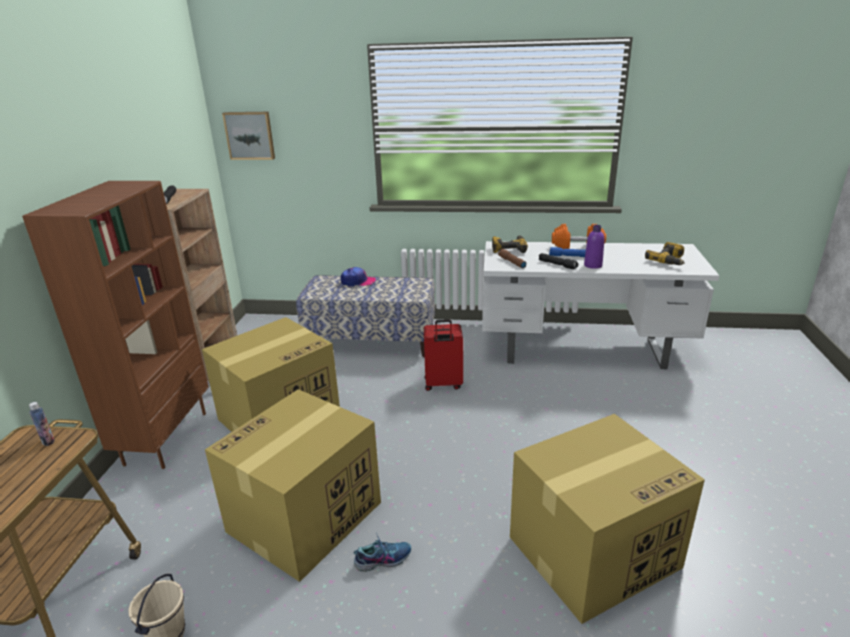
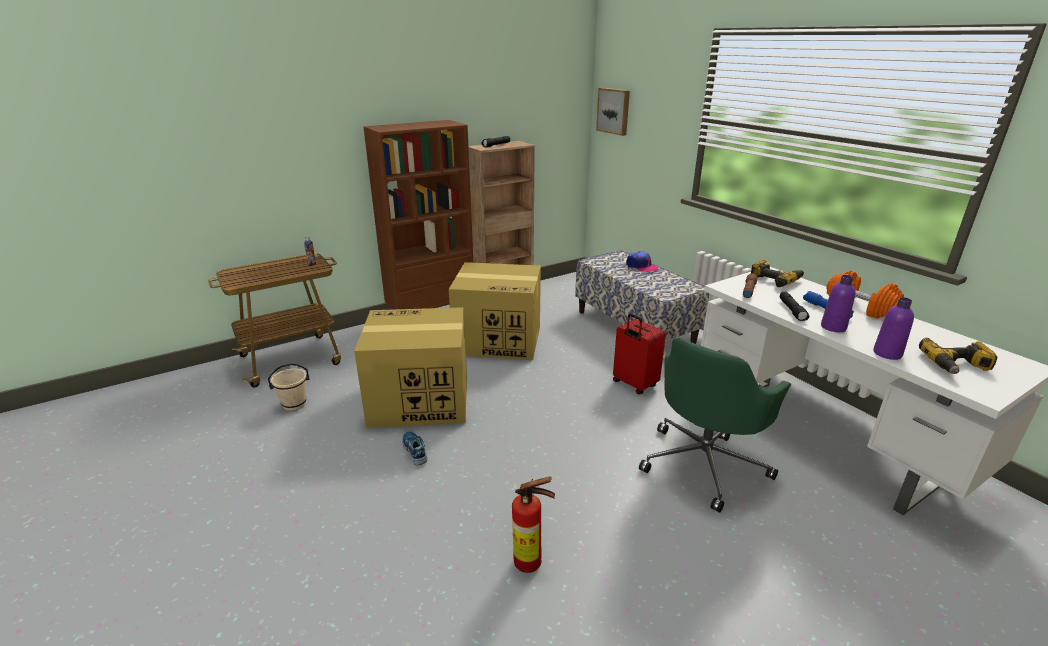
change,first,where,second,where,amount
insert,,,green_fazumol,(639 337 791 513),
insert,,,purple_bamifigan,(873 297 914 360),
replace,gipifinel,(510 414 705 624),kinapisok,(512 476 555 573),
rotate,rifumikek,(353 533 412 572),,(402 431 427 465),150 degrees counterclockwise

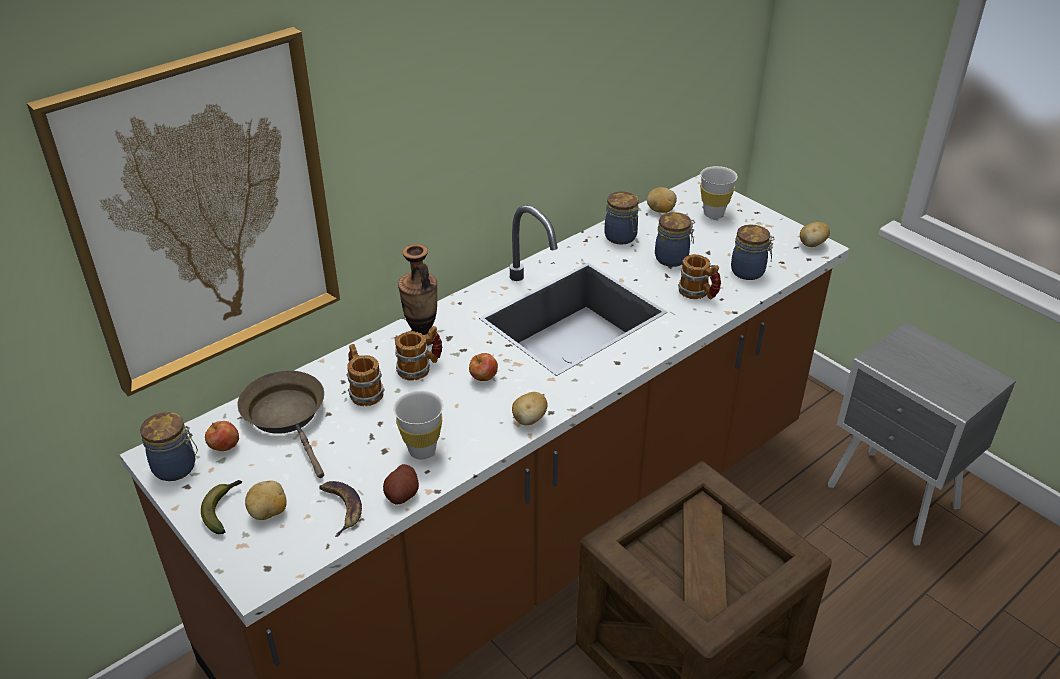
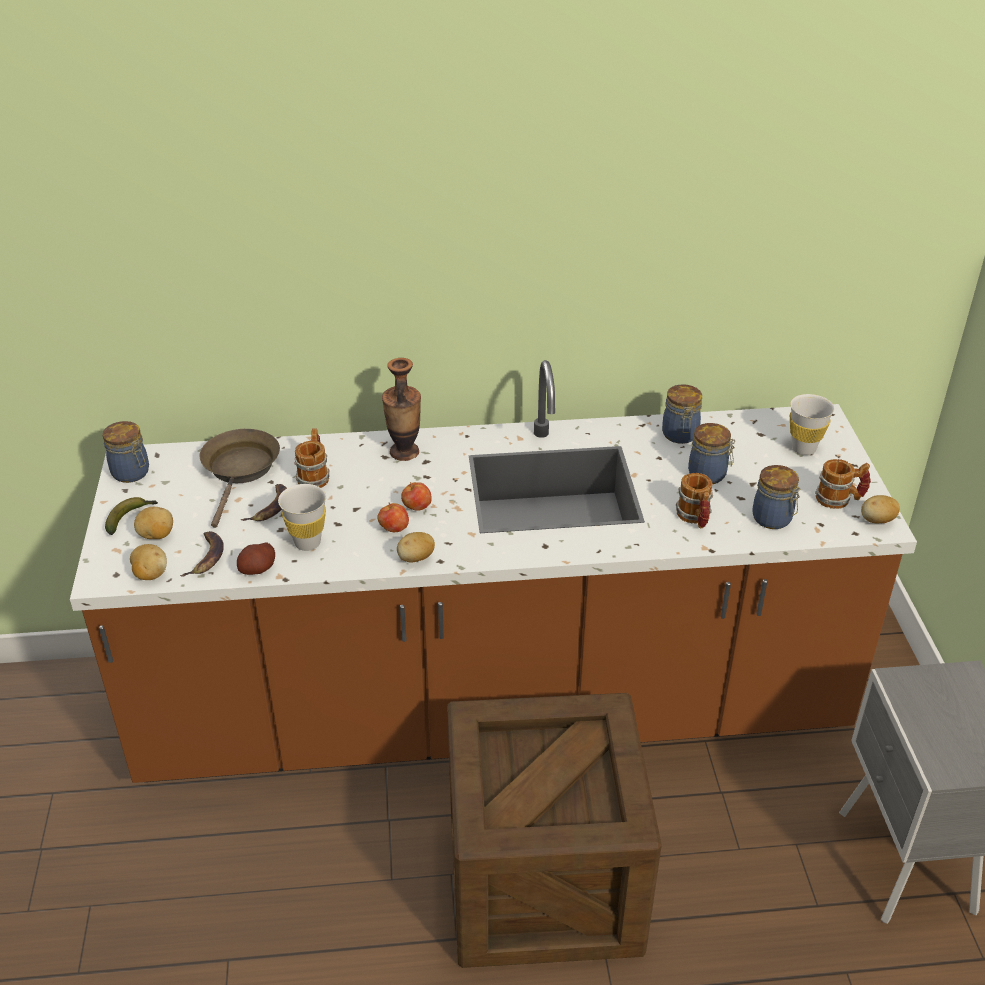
change,first,where,second,where,amount
delete,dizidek,(27 27 340 396),,,
insert,,,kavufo,(240 484 287 521),
move,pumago,(205 421 239 451),,(377 502 409 532),
move,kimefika,(395 326 442 381),,(815 459 871 509),
move,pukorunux,(647 187 677 213),,(130 544 167 580),

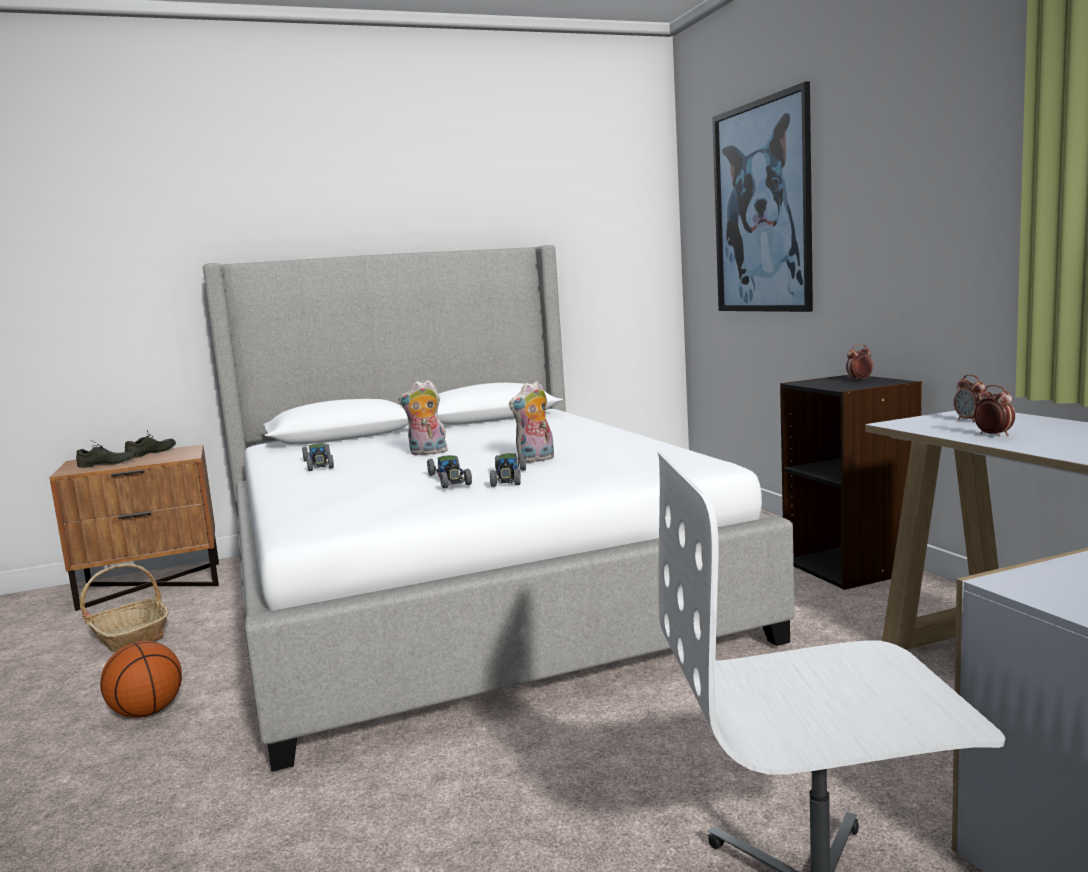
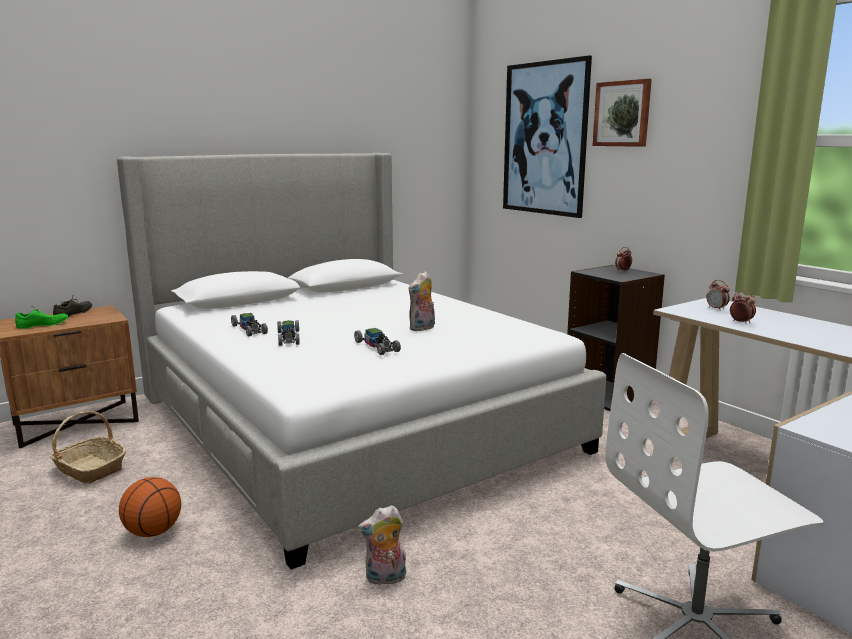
change,first,where,second,where,amount
insert,,,dizidek,(592 79 652 147),
move,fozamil,(398 380 448 455),,(358 505 406 585),
move,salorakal,(490 453 526 487),,(277 320 300 346),
recolor,grey_rifumikek,(76 440 136 468),green_rifumikek,(15 306 68 329),

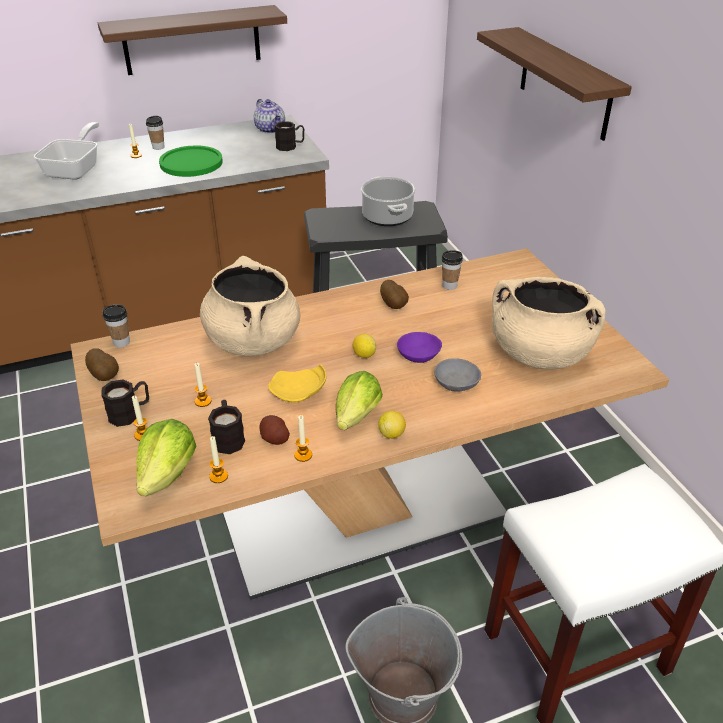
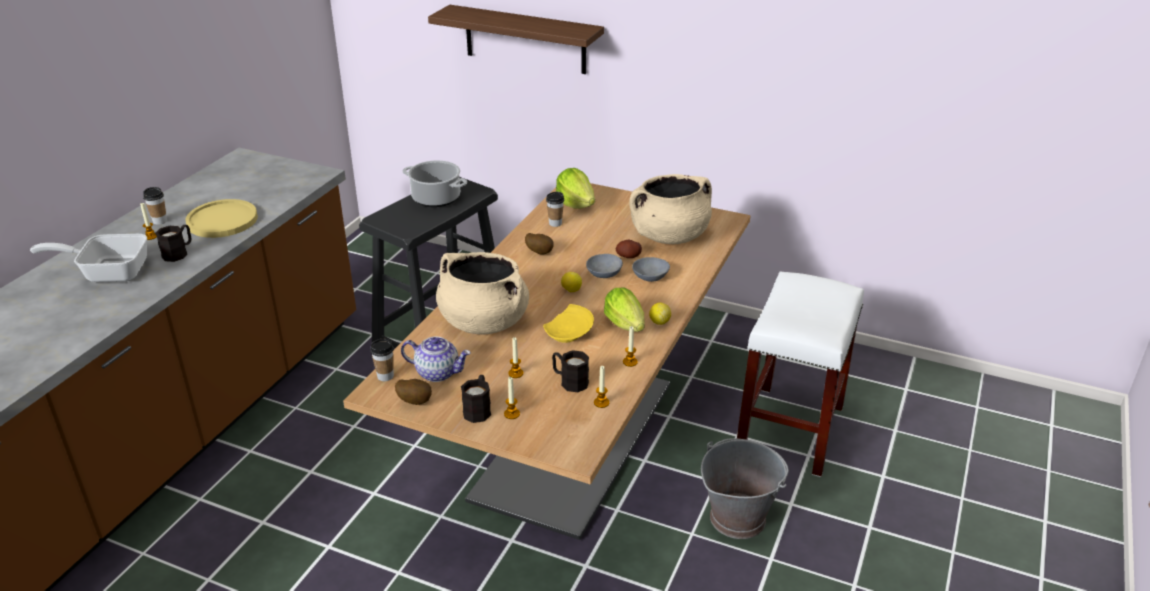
change,first,where,second,where,amount
delete,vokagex,(98 5 287 75),,,
move,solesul,(136 419 196 496),,(556 168 595 209),
move,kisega,(254 99 285 133),,(401 336 471 382),
move,pukorunux,(260 415 290 445),,(616 240 642 258),
move,black_kimefika,(274 121 304 151),,(155 225 191 262),
recolor,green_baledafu,(159 146 223 177),yellow_baledafu,(185 199 258 238),
recolor,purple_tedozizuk,(397 332 442 363),grey_tedozizuk,(586 254 623 278),
rotate,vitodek,(34 122 99 180),,(30 234 147 282),60 degrees counterclockwise

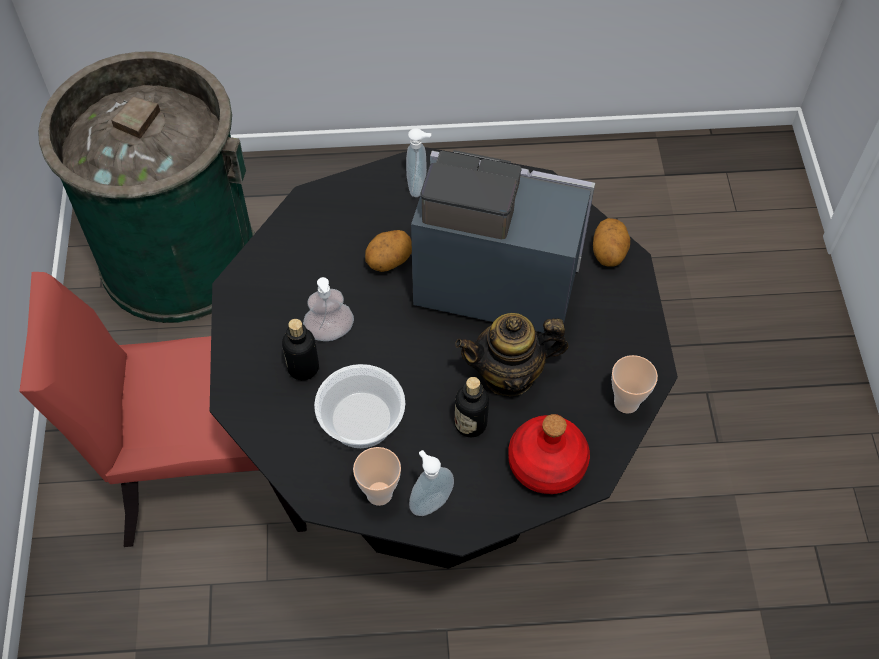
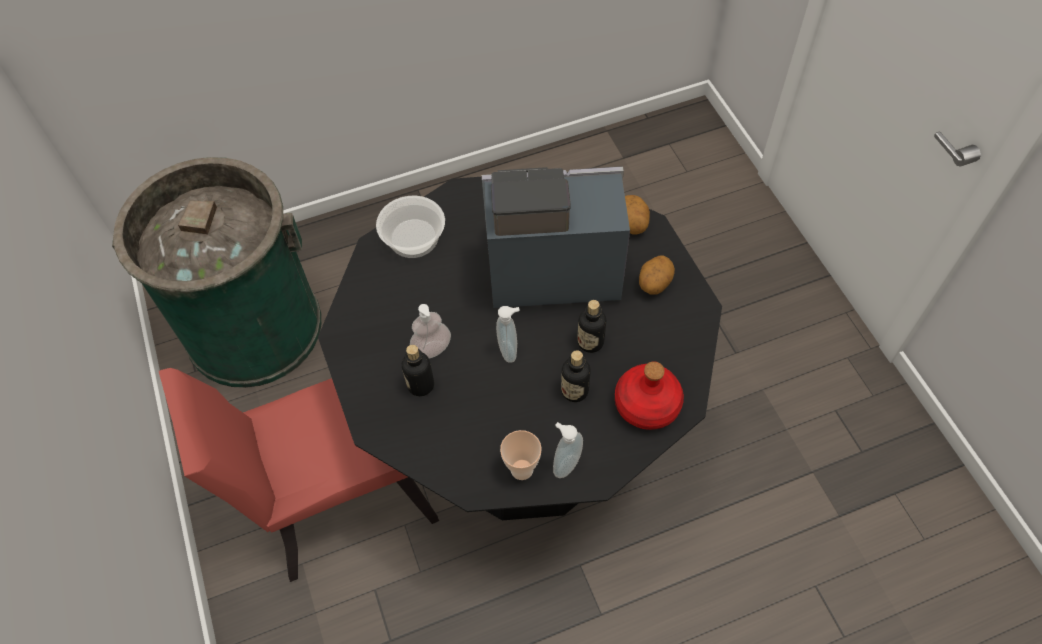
change,first,where,second,where,amount
delete,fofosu,(611 355 658 414),,,
move,tedozizuk,(314 364 405 448),,(376 196 445 258),
move,pukorunux,(365 230 412 272),,(639 255 675 294),
move,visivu,(406 128 431 197),,(496 306 520 363),
replace,kisega,(455 313 568 397),bamifigan,(577 300 606 353),

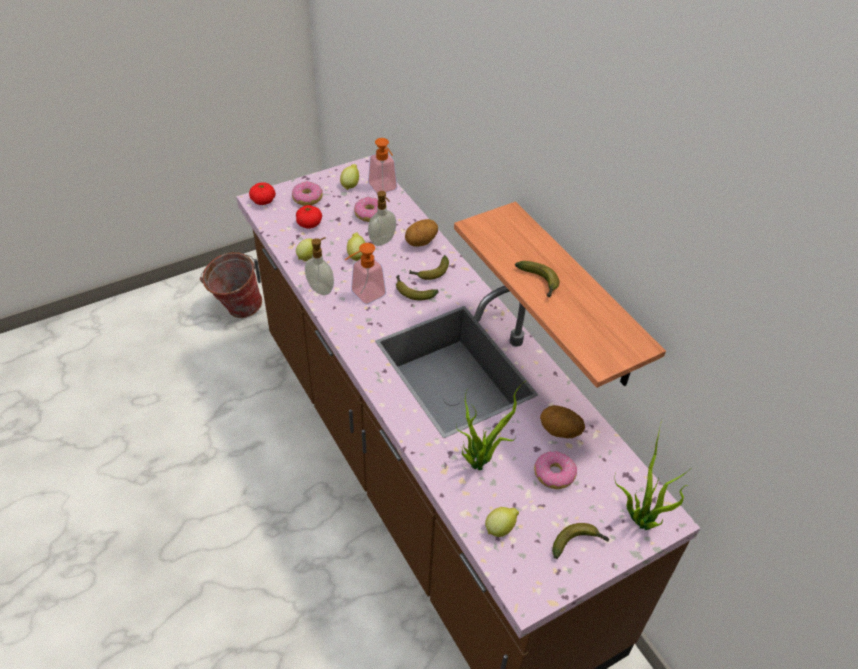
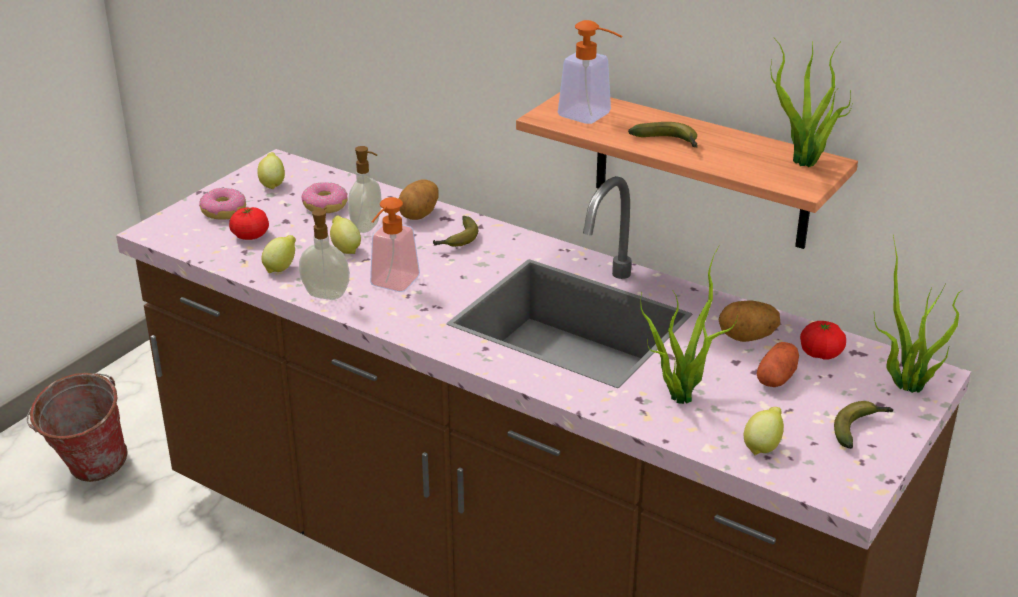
change,first,where,second,where,amount
delete,kavufo,(396 275 438 300),,,
insert,,,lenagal,(770 37 853 167),
move,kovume,(249 182 276 205),,(800 321 846 360),
move,visivu,(368 138 397 194),,(558 20 623 124),
replace,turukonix,(534 451 577 489),pukorunux,(757 342 799 387),

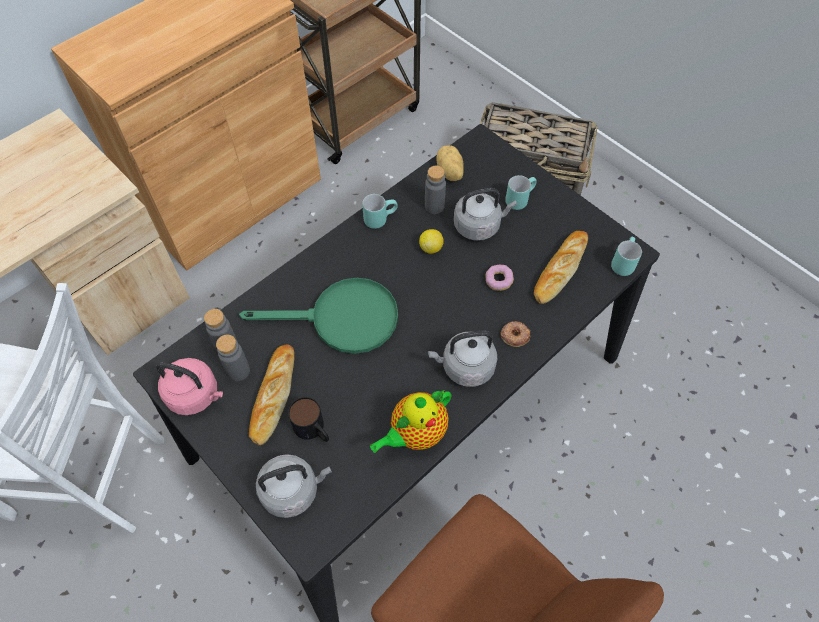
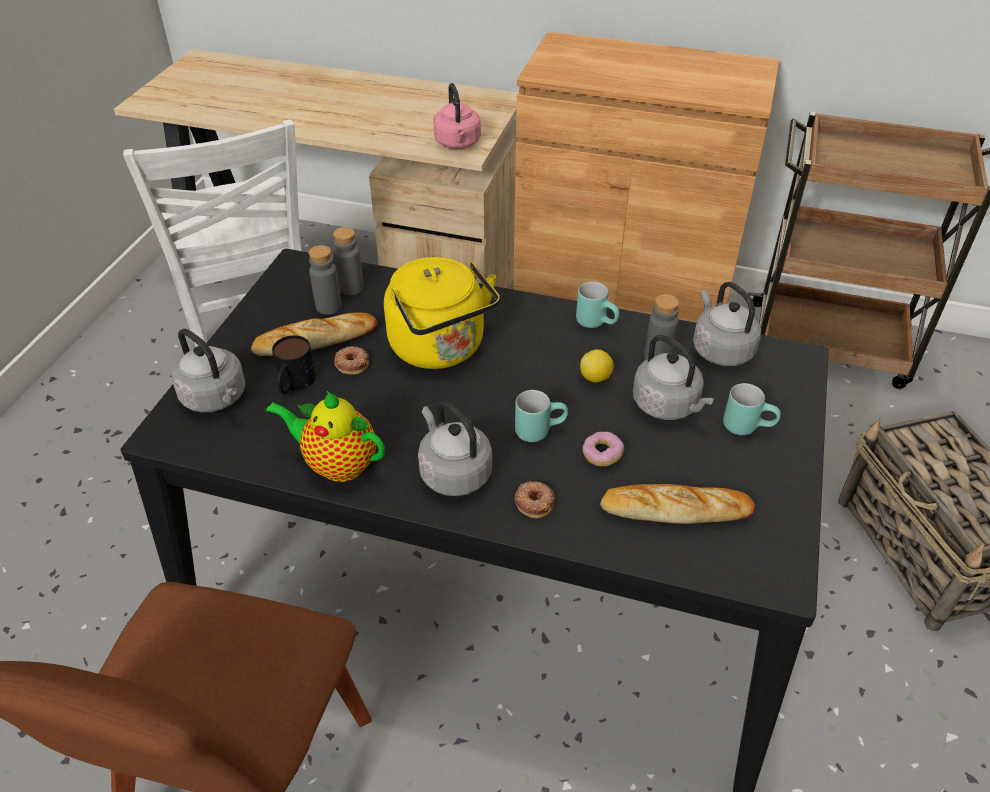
change,first,where,second,where,amount
insert,,,turukonix,(334 346 369 375),
move,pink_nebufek,(156 358 223 415),,(433 83 481 149),
move,turquoise_kimefika,(611 237 642 276),,(515 390 568 442),
replace,green_vitodek,(239 278 398 354),yellow_nebufek,(384 257 500 369),
replace,pukorunux,(437 145 464 181),grey_nebufek,(693 282 761 366),

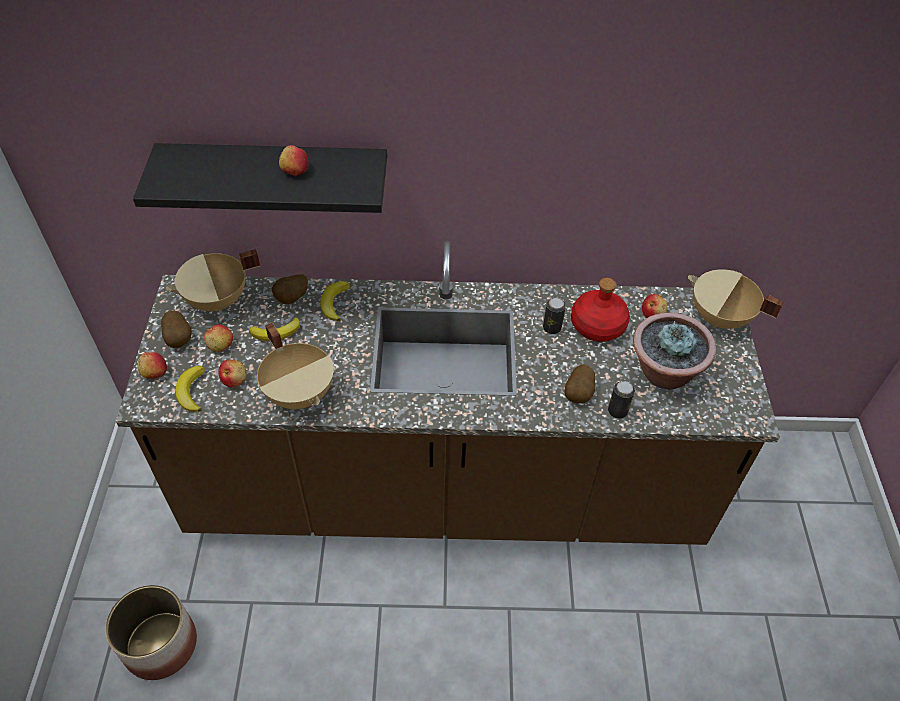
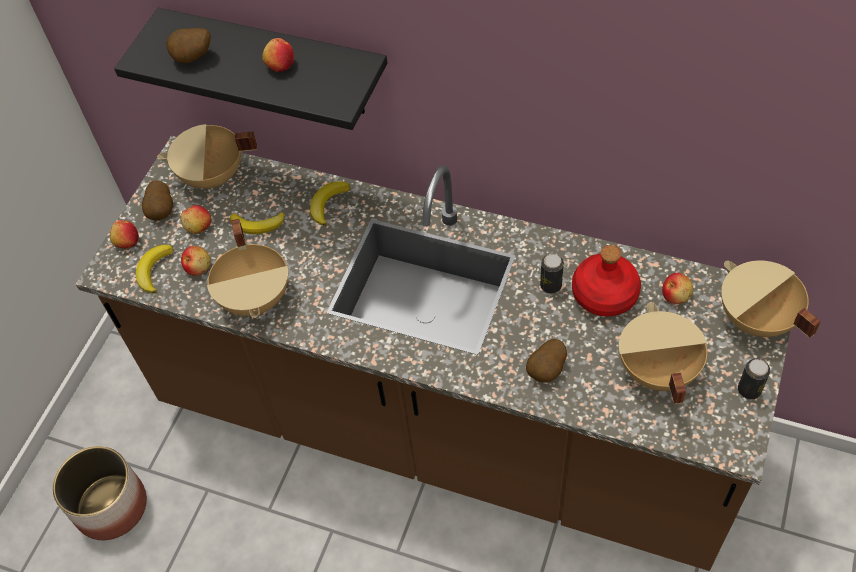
change,first,where,second,where,amount
move,pukorunux,(272 274 308 304),,(166 28 211 63),
move,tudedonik,(608 381 635 419),,(738 359 770 400),
replace,lenagal,(633 313 716 390),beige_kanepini,(619 302 707 404),

